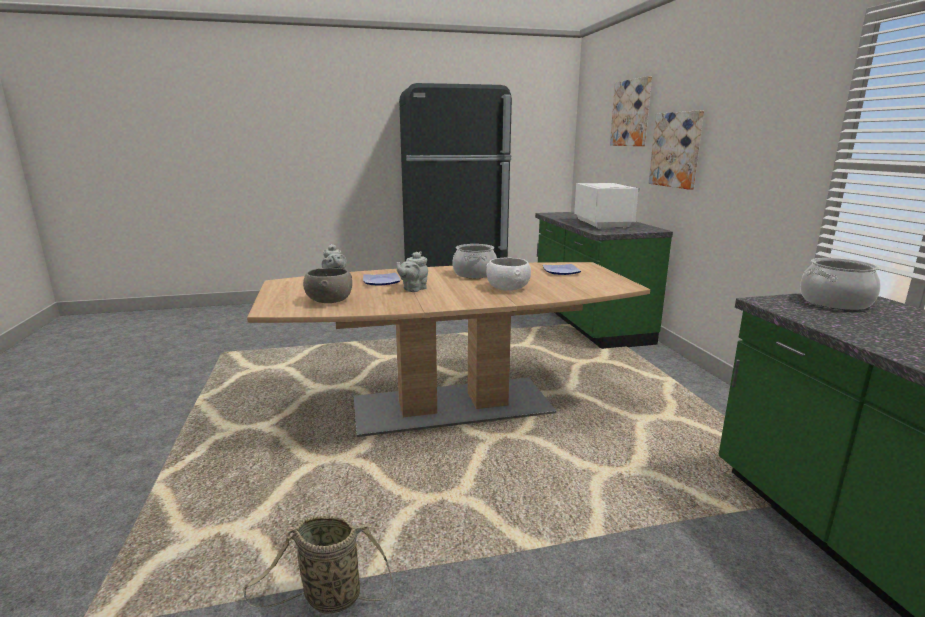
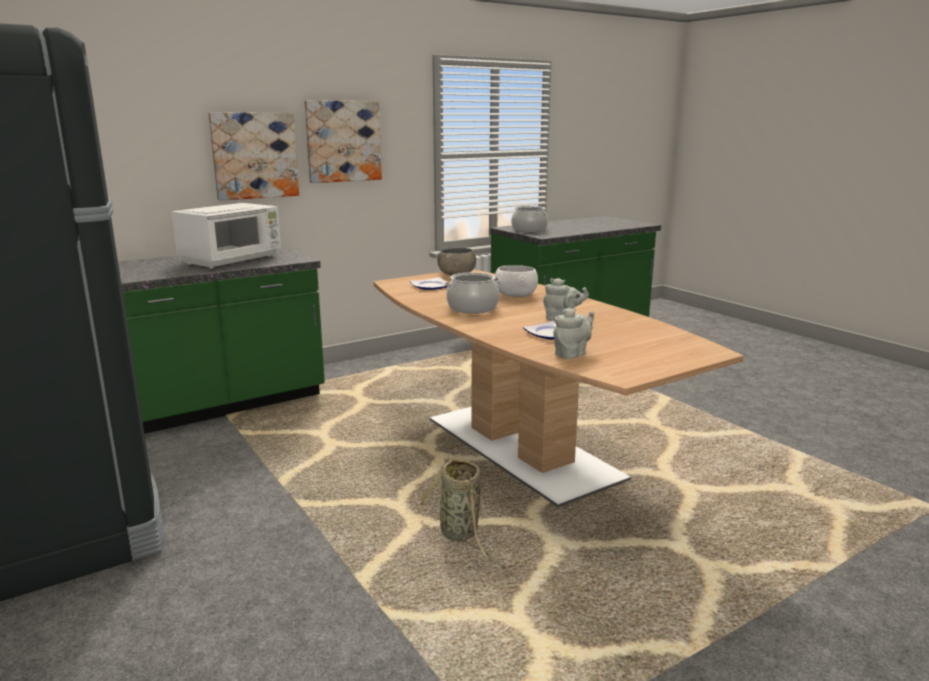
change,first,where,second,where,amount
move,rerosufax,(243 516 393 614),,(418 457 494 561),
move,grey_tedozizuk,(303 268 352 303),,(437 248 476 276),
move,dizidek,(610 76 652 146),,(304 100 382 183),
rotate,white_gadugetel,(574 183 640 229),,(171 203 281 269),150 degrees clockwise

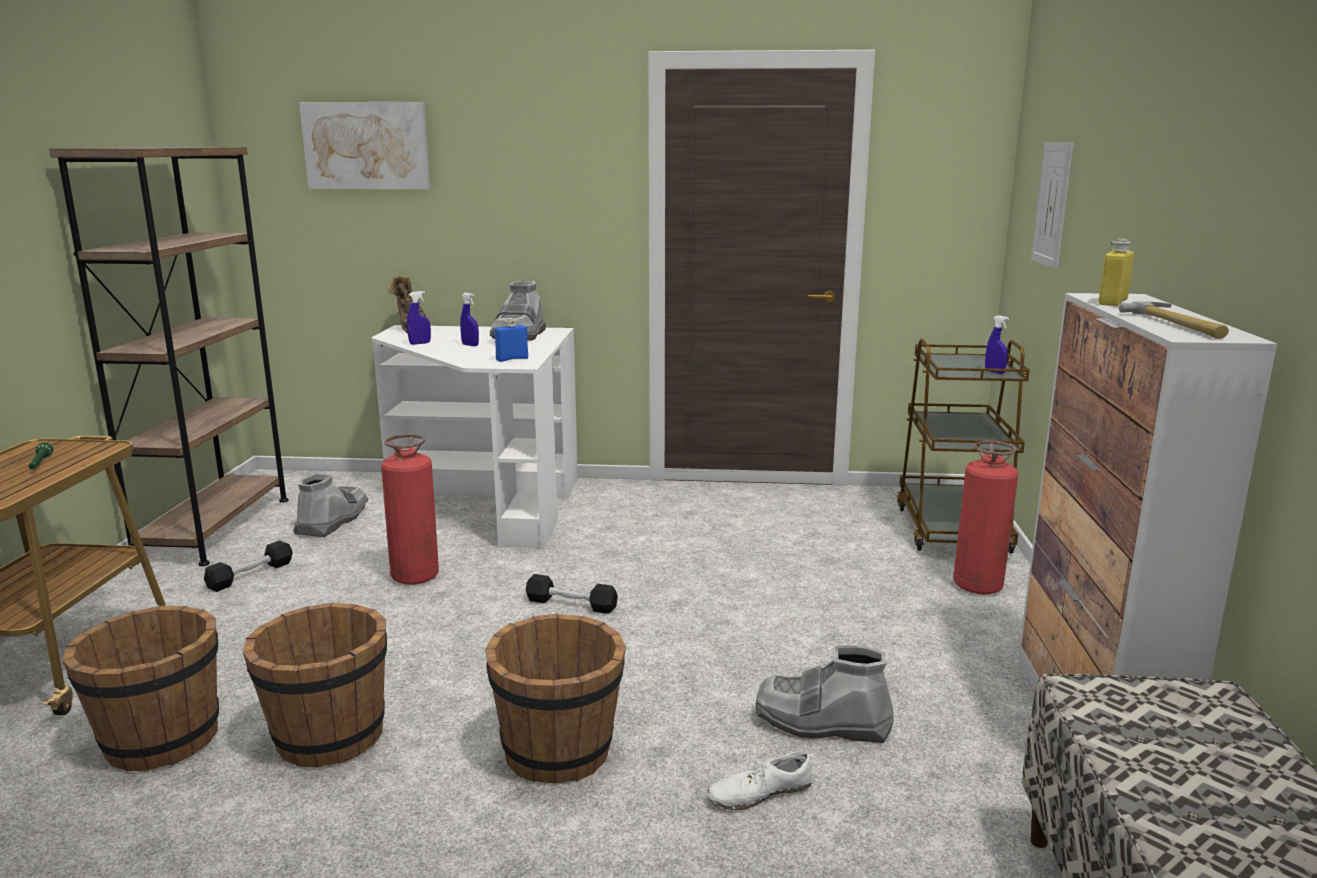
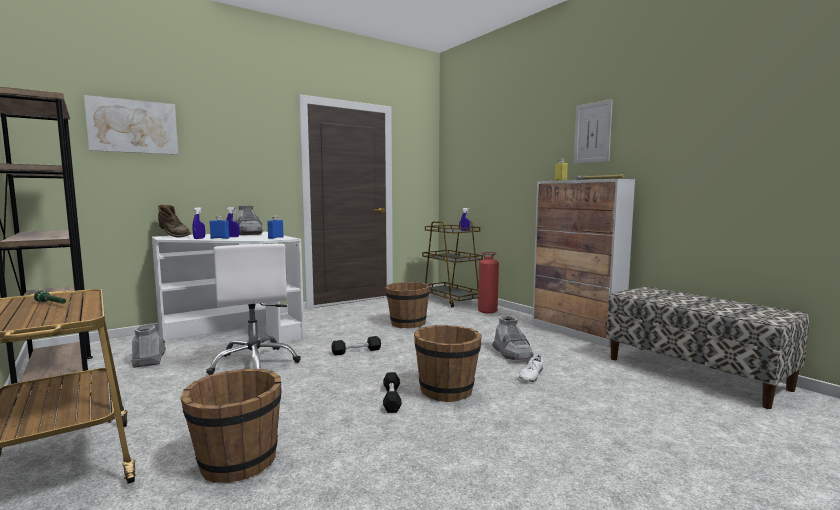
change,first,where,second,where,amount
insert,,,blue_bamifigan,(210 216 230 239),
move,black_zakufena,(204 541 293 592),,(383 372 402 413),
move,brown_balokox,(243 603 387 768),,(385 282 430 328),
move,dizidek,(1031 143 1074 269),,(574 99 613 163),
replace,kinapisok,(381 434 439 585),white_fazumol,(206 244 301 375),
rotate,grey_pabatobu,(755 645 894 743),,(492 315 534 360),75 degrees counterclockwise

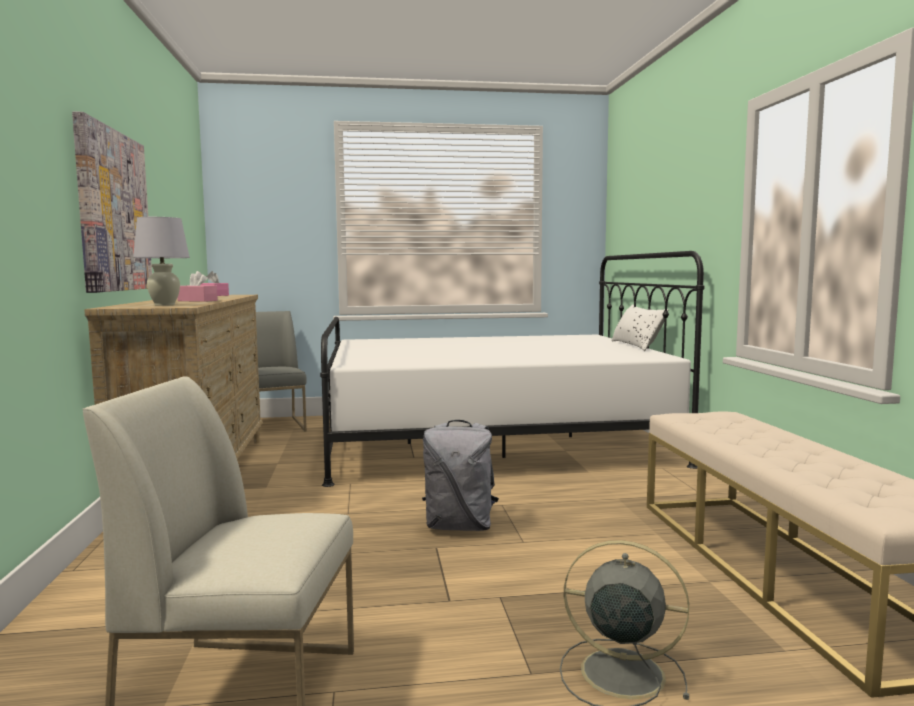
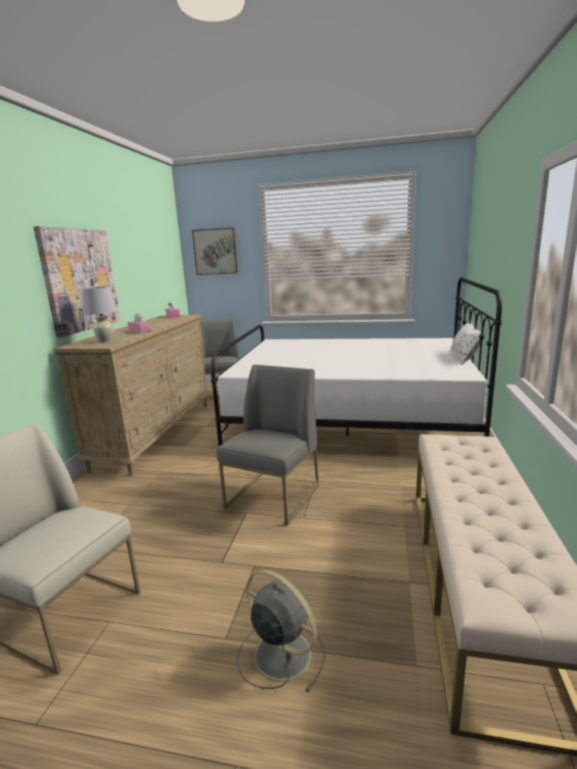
change,first,where,second,where,amount
insert,,,dizidek,(192 227 238 275),
replace,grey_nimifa,(422 420 499 531),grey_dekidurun,(216 364 319 525),

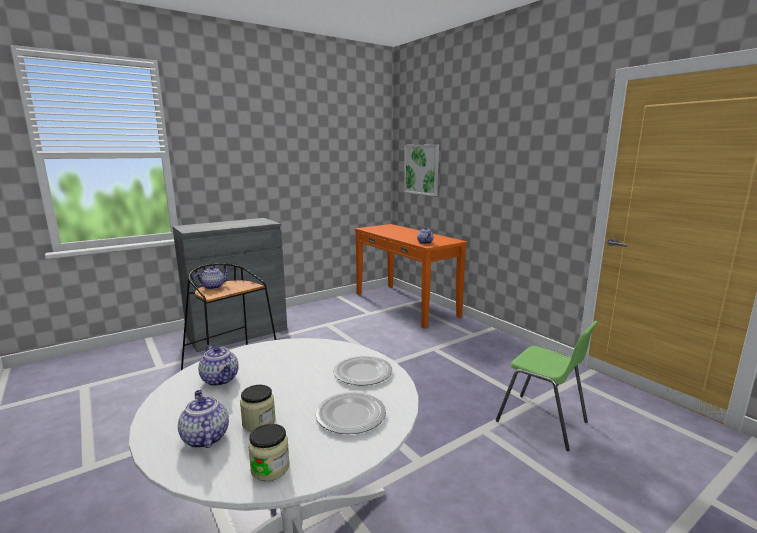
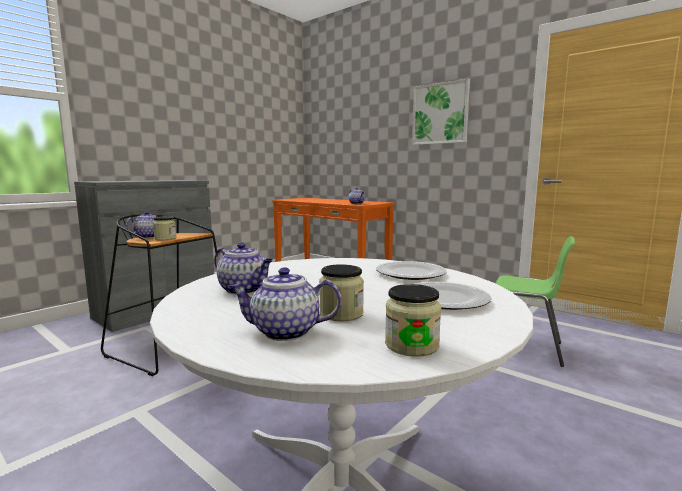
change,first,where,second,where,amount
insert,,,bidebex,(153 216 176 240),
move,dizidek,(404 144 439 196),,(412 79 470 145),
rotate,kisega,(178 390 229 448),,(229 267 342 341),45 degrees counterclockwise

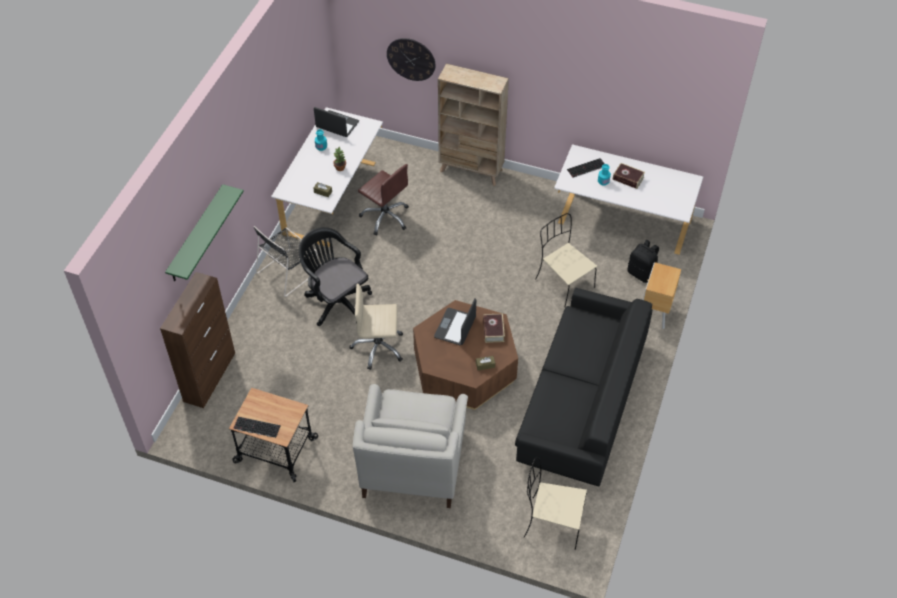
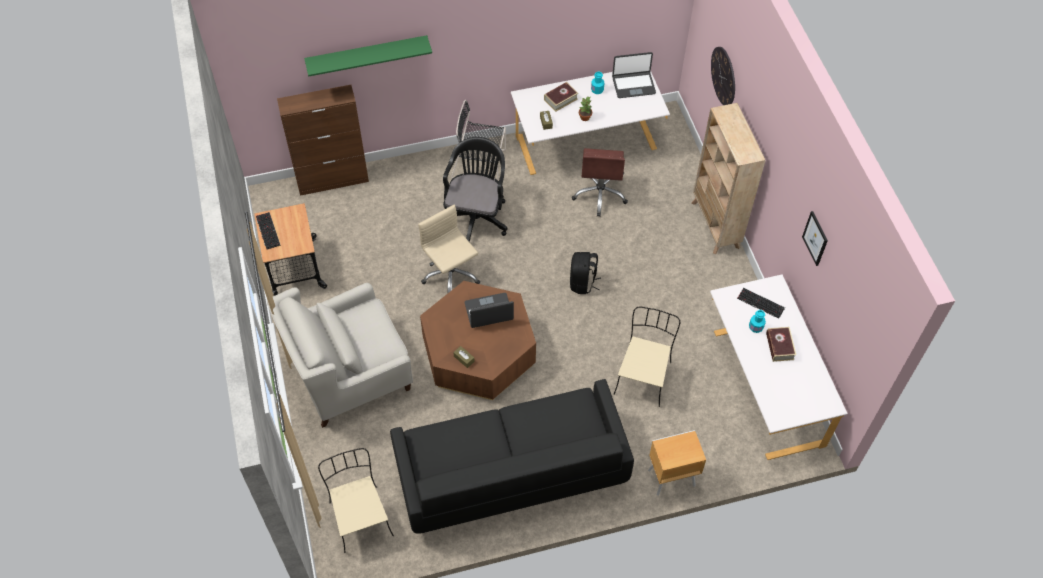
change,first,where,second,where,amount
insert,,,dizidek,(802 211 828 266),
move,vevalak,(483 314 505 343),,(544 82 578 112),
move,black_nimifa,(628 240 659 283),,(570 252 601 294),
rotate,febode,(314 107 359 137),,(612 52 656 98),90 degrees clockwise

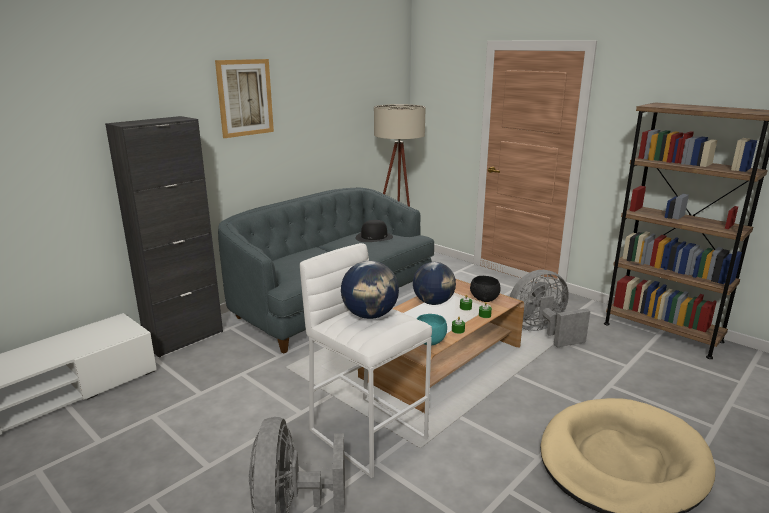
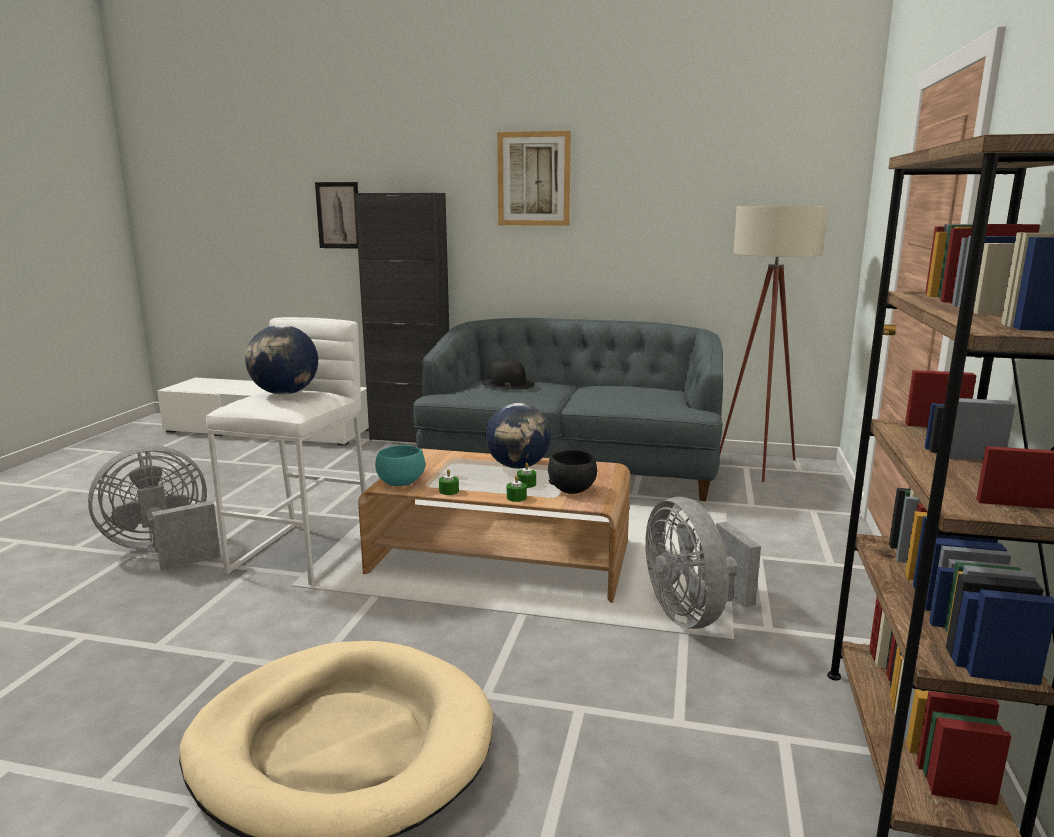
change,first,where,second,where,amount
insert,,,dizidek,(315 182 358 249),
move,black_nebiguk,(355 220 393 242),,(481 359 534 390),
rotate,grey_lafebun,(509 270 590 348),,(646 497 761 629),150 degrees counterclockwise

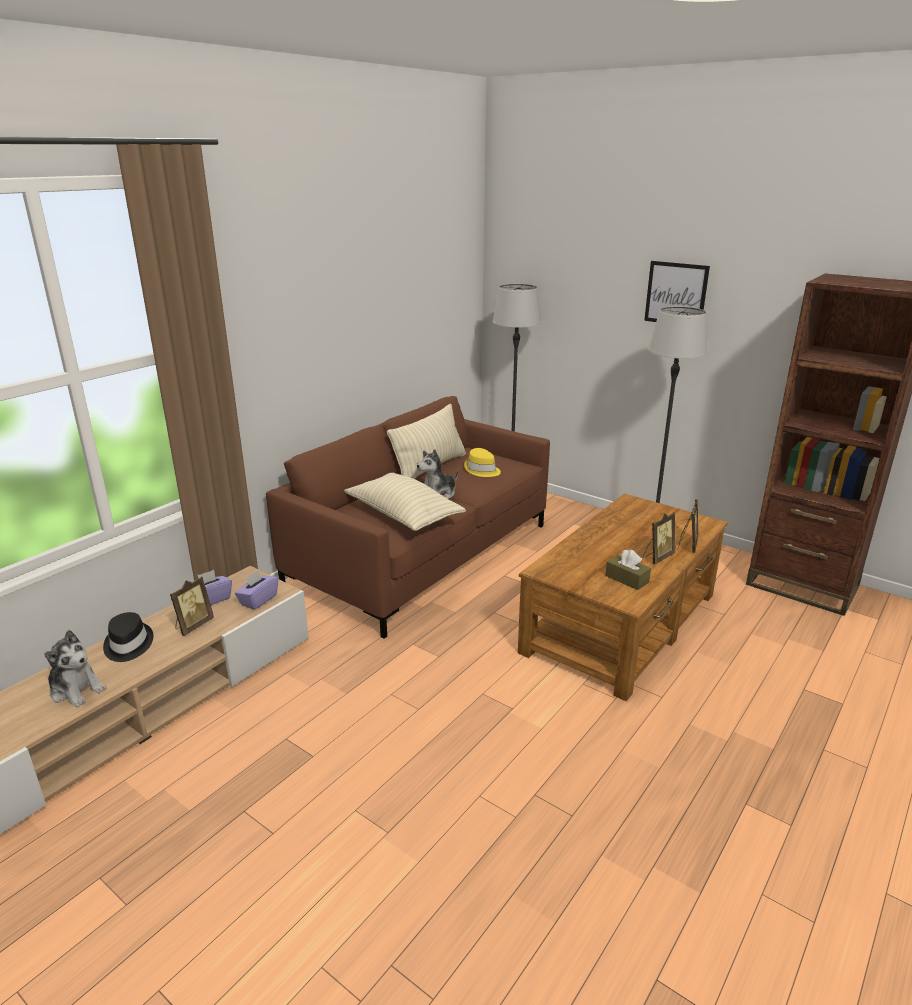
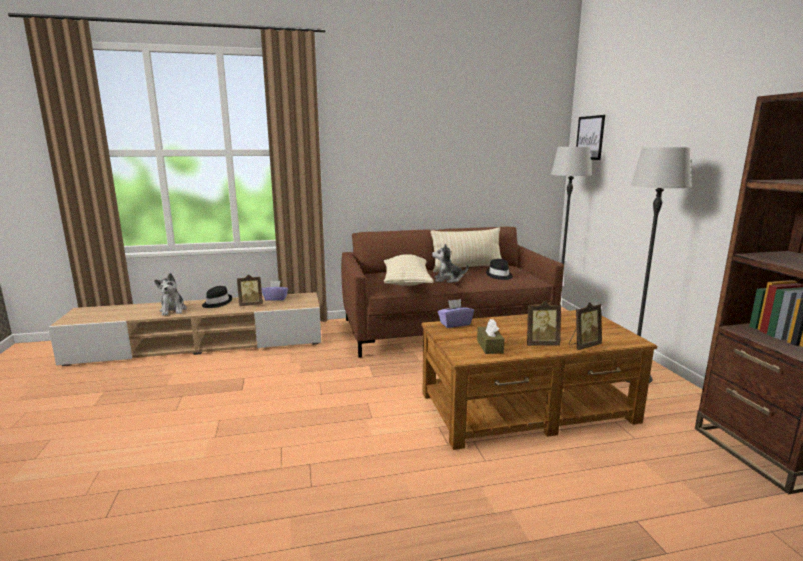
change,first,where,second,where,amount
move,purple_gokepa,(235 570 279 610),,(438 299 474 328),
move,dizidek,(644 261 710 322),,(576 115 605 160),
recolor,yellow_nebiguk,(464 448 501 477),black_nebiguk,(486 259 513 280),

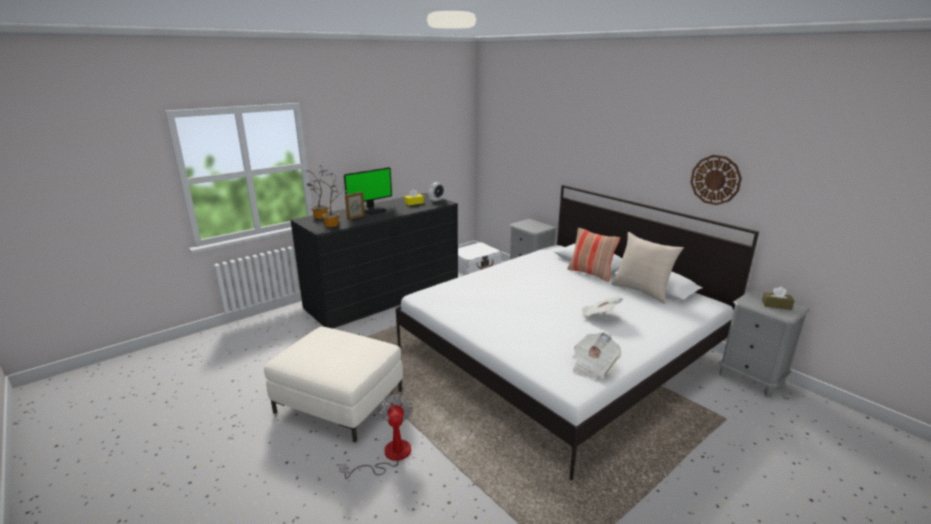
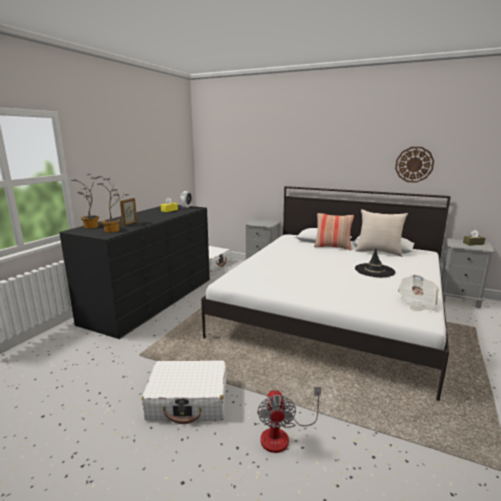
change,first,where,second,where,amount
delete,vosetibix,(344 167 392 214),,,
replace,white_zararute,(264 326 403 443),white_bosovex,(142 361 226 424),
replace,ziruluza,(582 296 623 316),black_nebiguk,(355 249 395 277),
rotate,lafebun,(339 395 413 479),,(257 387 321 453),150 degrees counterclockwise

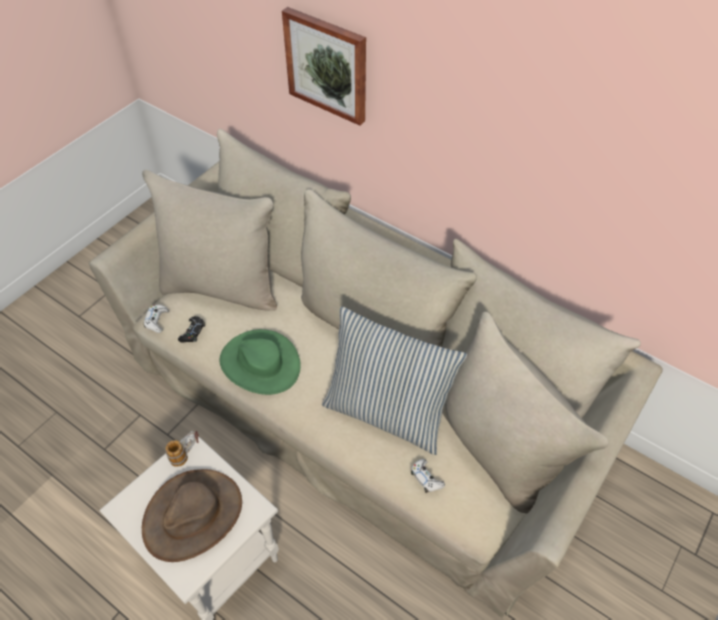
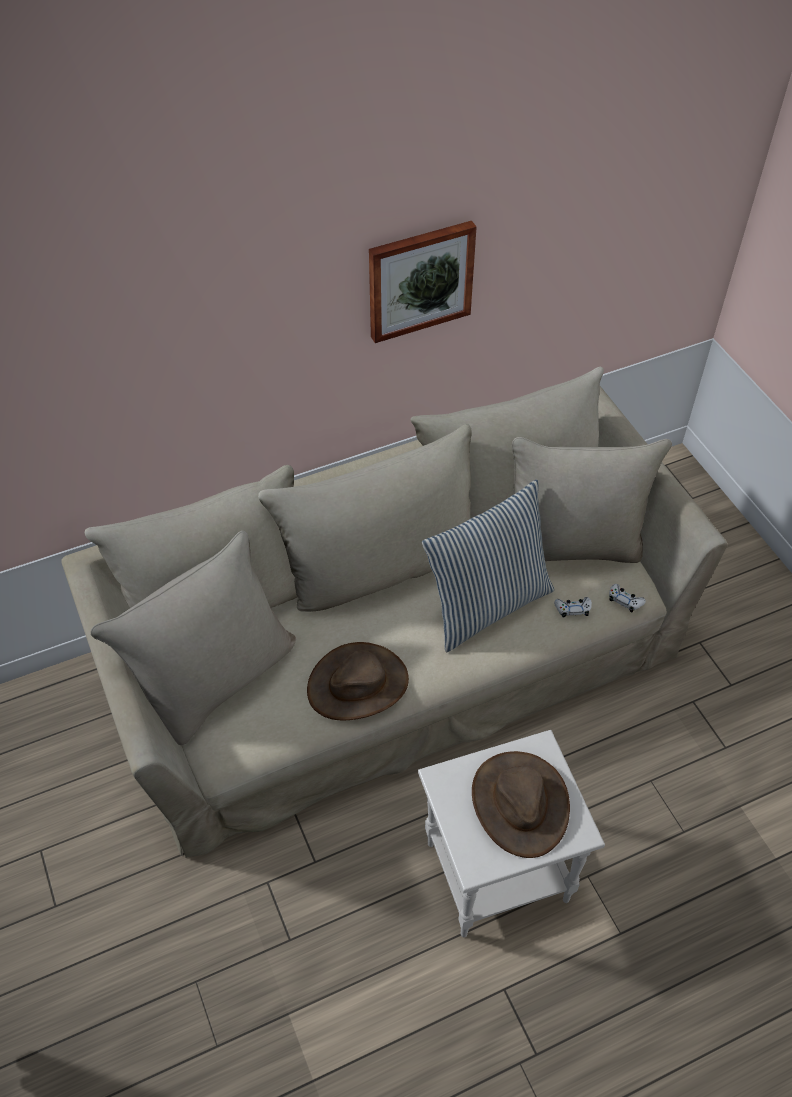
change,first,where,second,where,amount
delete,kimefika,(165 431 199 467),,,
delete,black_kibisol,(178 316 205 343),,,
move,white_kibisol,(143 305 169 333),,(609 584 646 612),
move,dizidek,(282 7 366 126),,(369 221 477 343),
recolor,green_nebiguk,(220 329 301 395),brown_nebiguk,(307 642 409 720),

